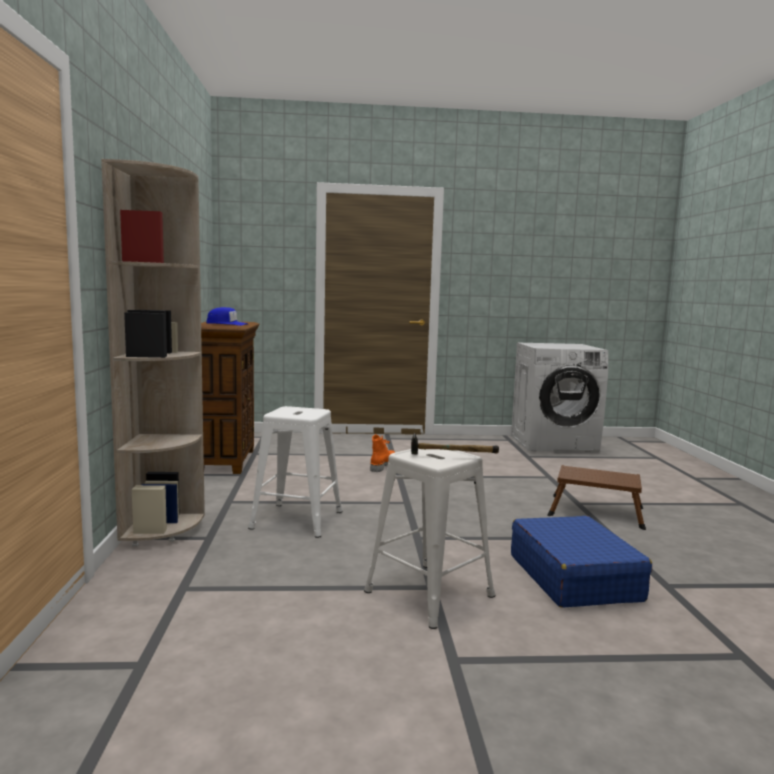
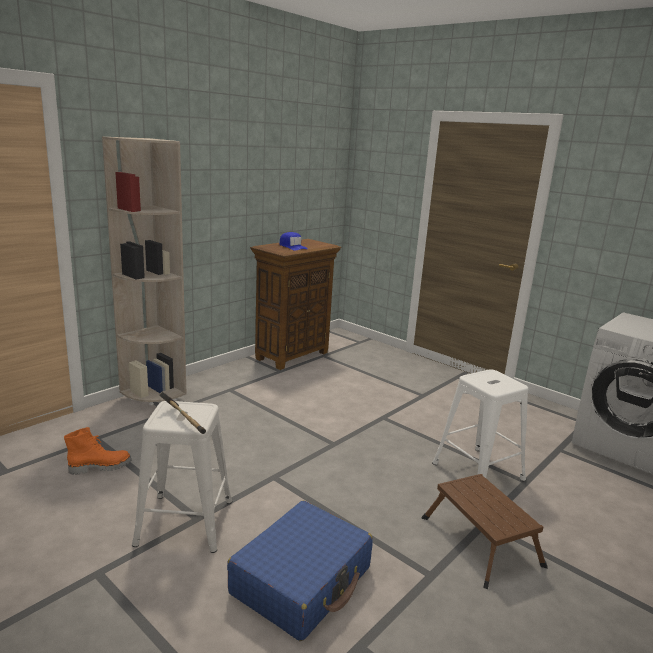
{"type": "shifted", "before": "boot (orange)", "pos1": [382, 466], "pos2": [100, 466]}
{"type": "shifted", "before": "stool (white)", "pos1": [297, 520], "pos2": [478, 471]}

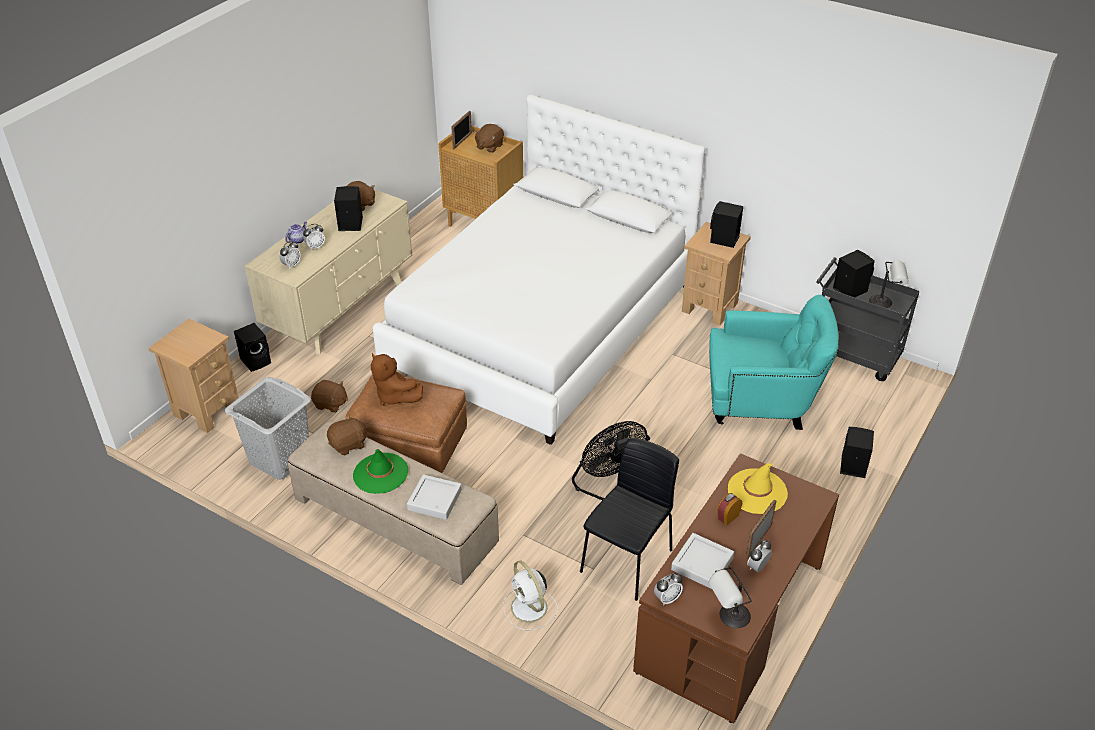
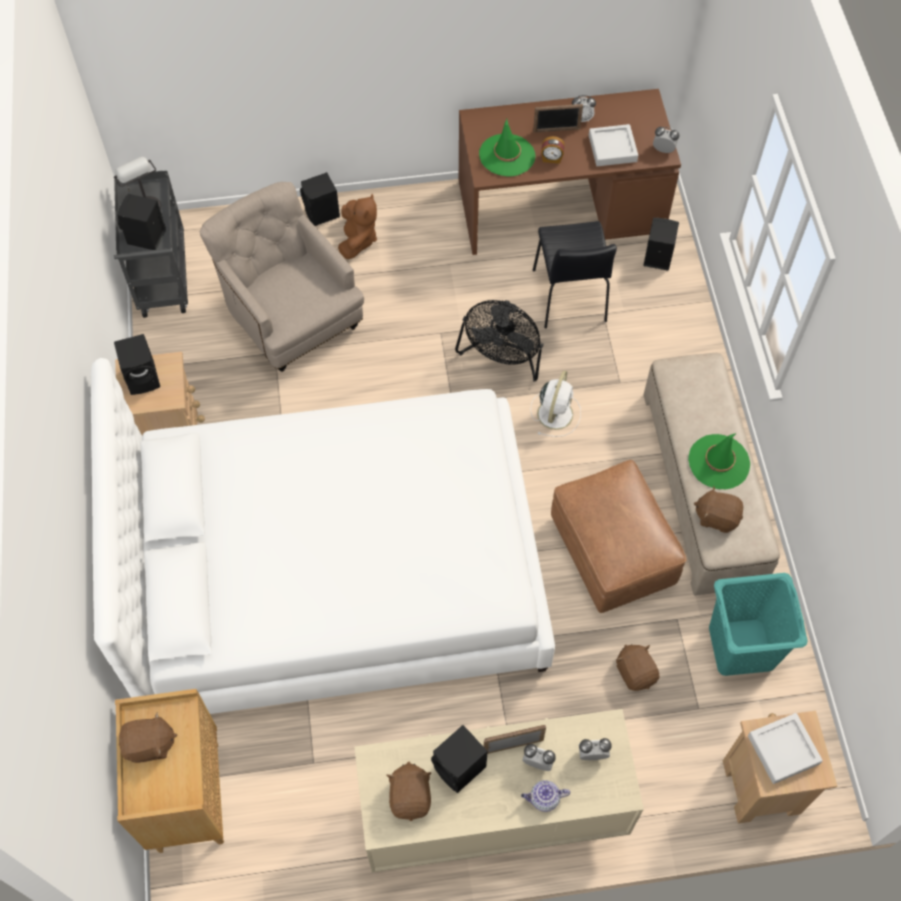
{"type": "repainted", "before": "armchair (turquoise)", "after": "armchair (beige)", "pos1": [762, 400], "pos2": [290, 315]}
{"type": "shifted", "before": "plush toy (brown)", "pos1": [395, 396], "pos2": [357, 240]}
{"type": "repainted", "before": "hat (yellow)", "after": "hat (green)", "pos1": [757, 492], "pos2": [507, 155]}
{"type": "shifted", "before": "picture frame", "pos1": [462, 141], "pos2": [513, 746]}
{"type": "shifted", "before": "fan (white)", "pos1": [530, 609], "pos2": [555, 412]}
{"type": "rotated", "before": "chair (black)", "pos1": [628, 558], "pos2": [570, 298], "turn": -90}
{"type": "shifted", "before": "speaker (black)", "pos1": [257, 361], "pos2": [656, 256]}
{"type": "repainted", "before": "laundry basket (grey)", "after": "laundry basket (turquoise)", "pos1": [279, 459], "pos2": [741, 647]}
{"type": "shifted", "before": "tray (grey)", "pos1": [434, 500], "pos2": [783, 750]}
{"type": "gone", "before": "table lamp", "pos1": [729, 618]}

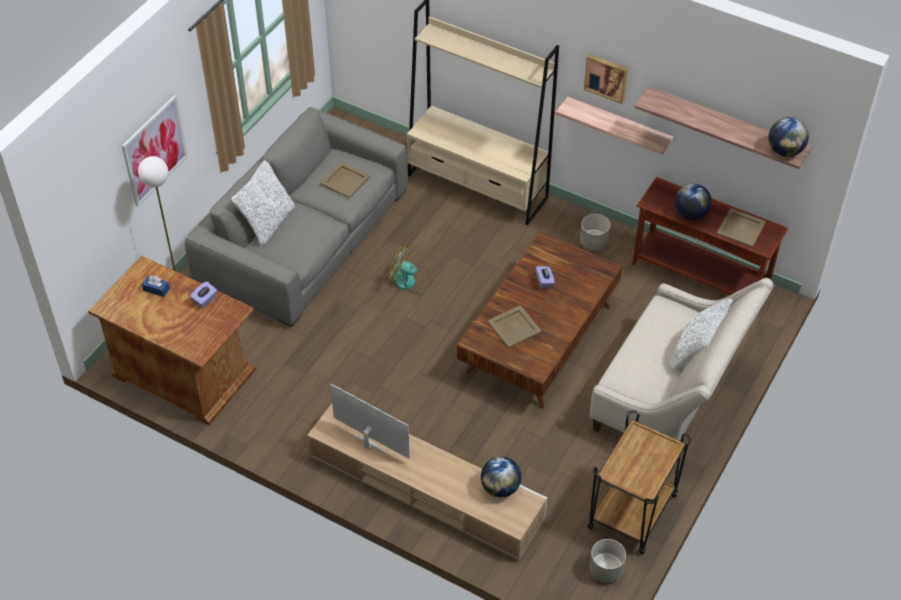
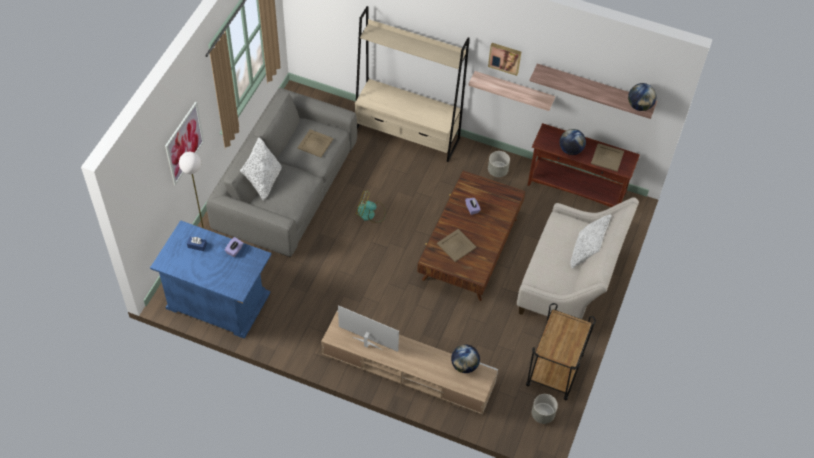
{"type": "repainted", "before": "cabinet (brown)", "after": "cabinet (blue)", "pos1": [184, 372], "pos2": [218, 300]}

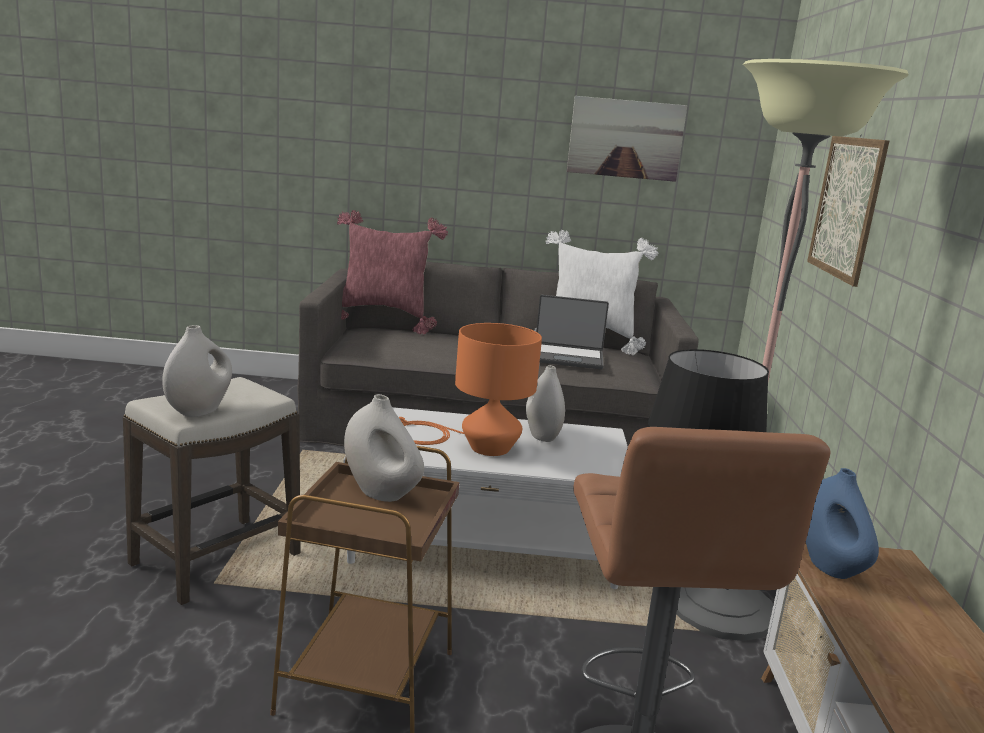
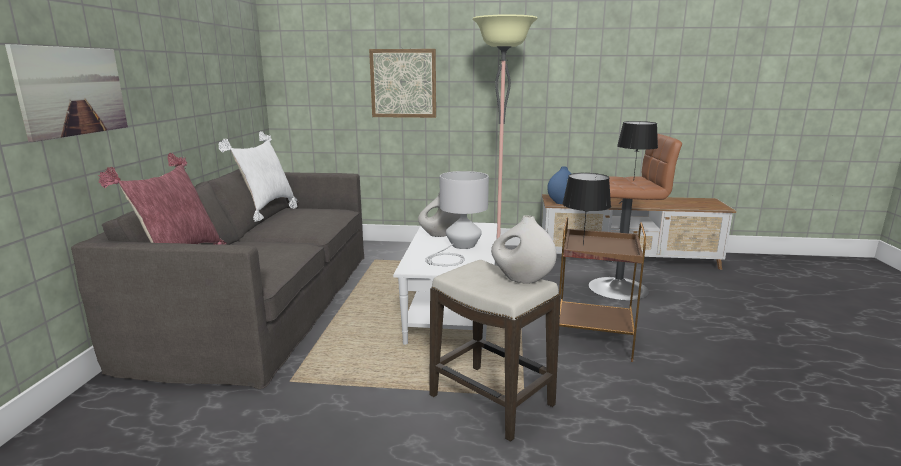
{"type": "shifted", "before": "picture", "pos1": [625, 139], "pos2": [72, 91]}
{"type": "repainted", "before": "table lamp (orange)", "after": "table lamp (white)", "pos1": [463, 442], "pos2": [456, 250]}
{"type": "swapped", "before": "vase (white)", "after": "table lamp (black)", "pos1": [381, 493], "pos2": [582, 245]}
{"type": "gone", "before": "laptop", "pos1": [567, 357]}

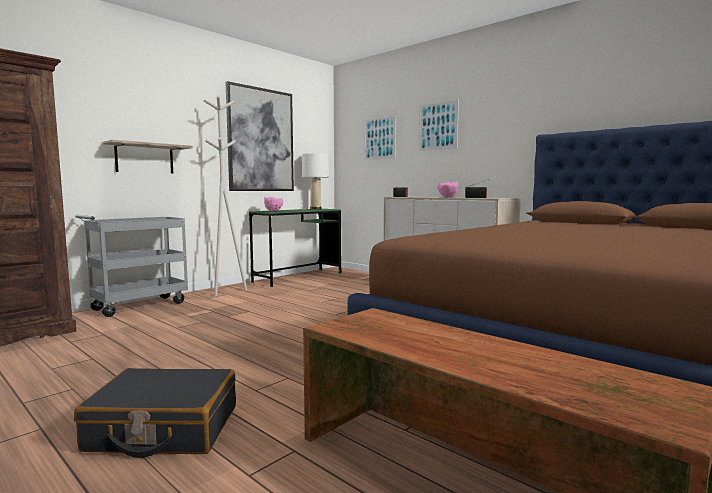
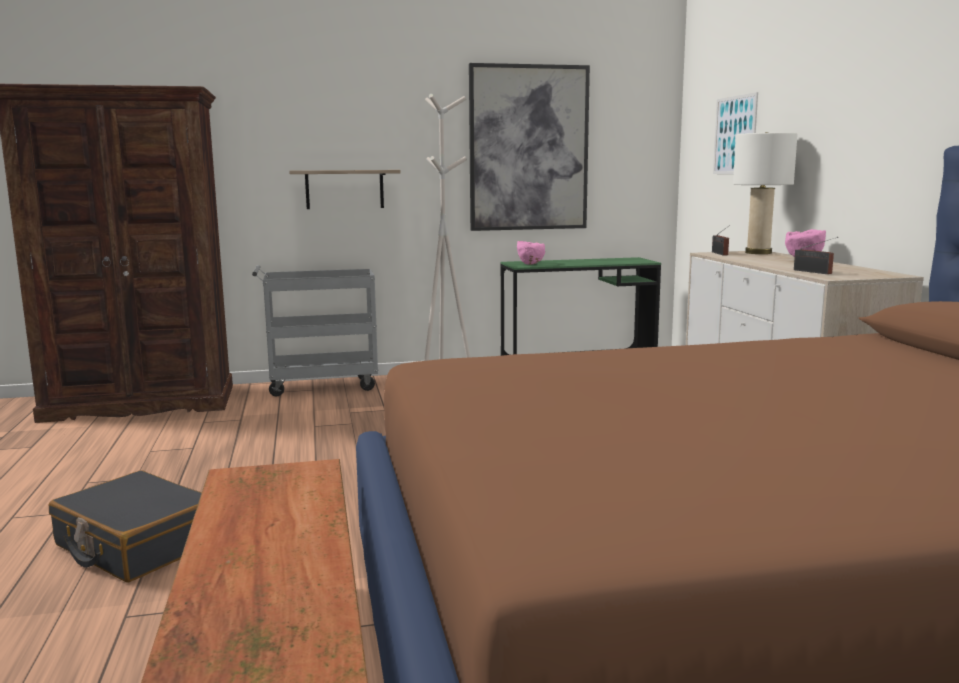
{"type": "shifted", "before": "table lamp (white)", "pos1": [315, 209], "pos2": [758, 253]}
{"type": "gone", "before": "picture", "pos1": [438, 126]}

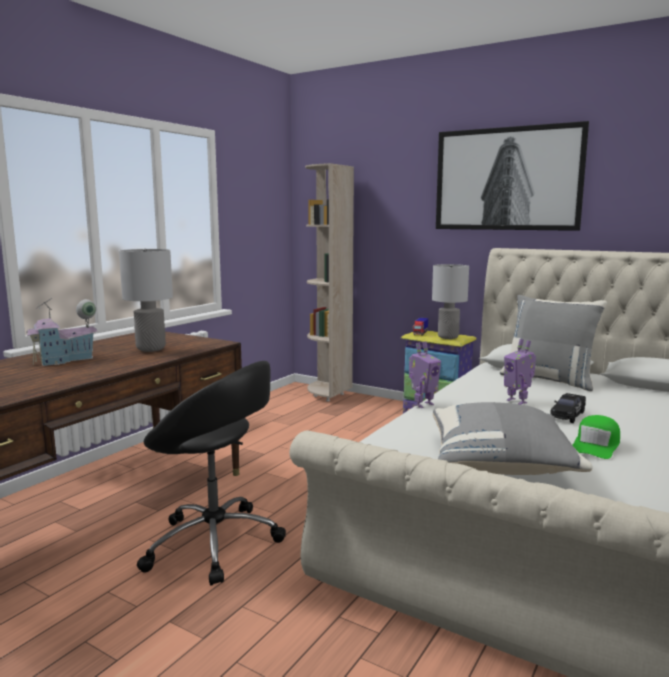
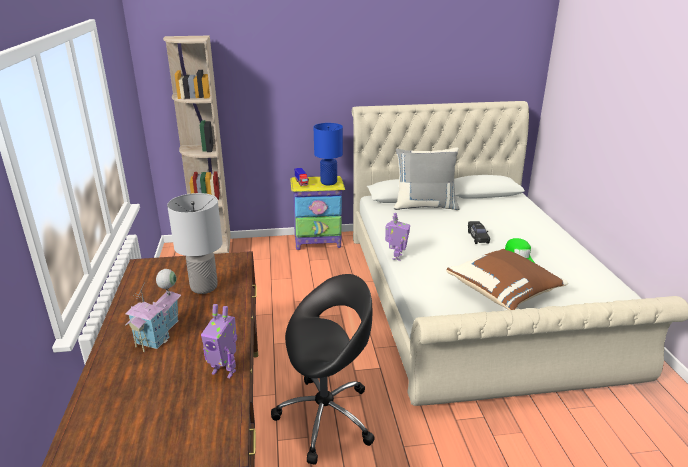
{"type": "shifted", "before": "toy robot", "pos1": [517, 401], "pos2": [224, 371]}
{"type": "repainted", "before": "table lamp (grey)", "after": "table lamp (blue)", "pos1": [448, 338], "pos2": [328, 183]}
{"type": "repainted", "before": "pillow (grey)", "after": "pillow (brown)", "pos1": [501, 466], "pos2": [504, 292]}
{"type": "gone", "before": "picture", "pos1": [507, 179]}

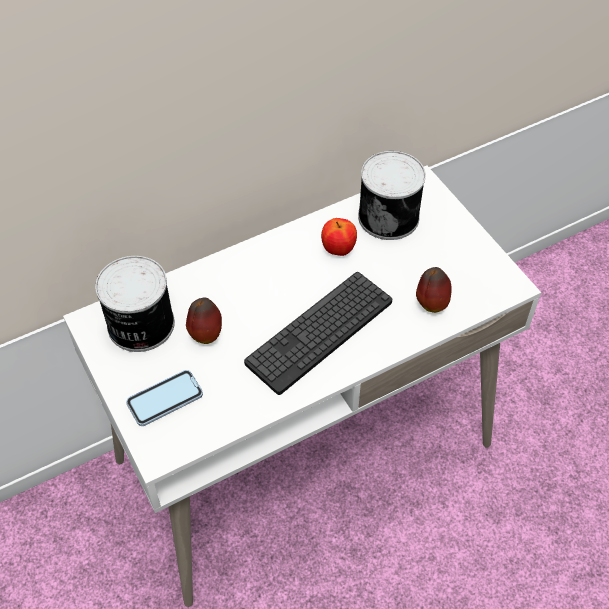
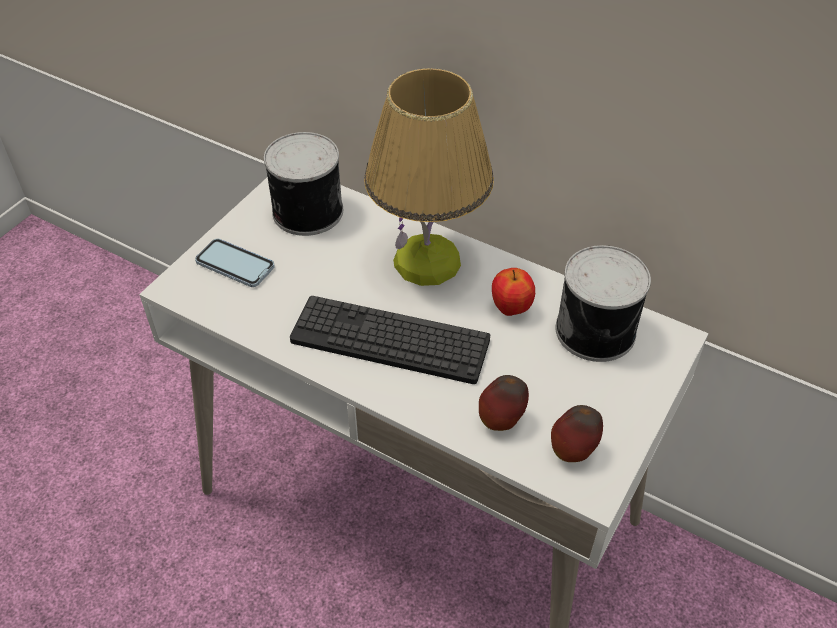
{"type": "new", "after": "table lamp", "pos2": [428, 261]}
{"type": "shifted", "before": "apple", "pos1": [205, 334], "pos2": [573, 451]}

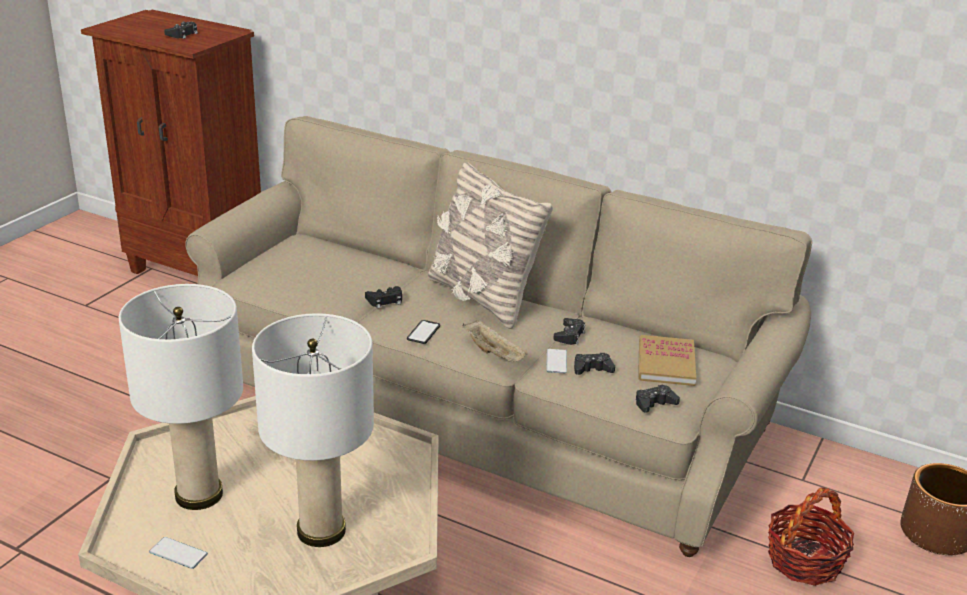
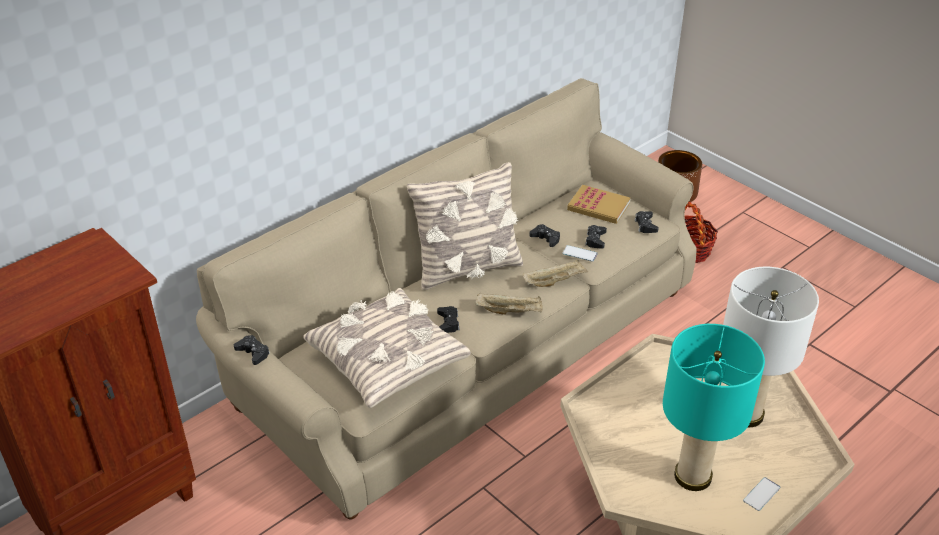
{"type": "shifted", "before": "game controller (black)", "pos1": [182, 34], "pos2": [253, 353]}
{"type": "new", "after": "pillow (beige)", "pos2": [387, 364]}
{"type": "swapped", "before": "phone", "after": "tray (beige)", "pos1": [423, 332], "pos2": [510, 311]}
{"type": "repainted", "before": "table lamp (white)", "after": "table lamp (turquoise)", "pos1": [199, 494], "pos2": [692, 476]}

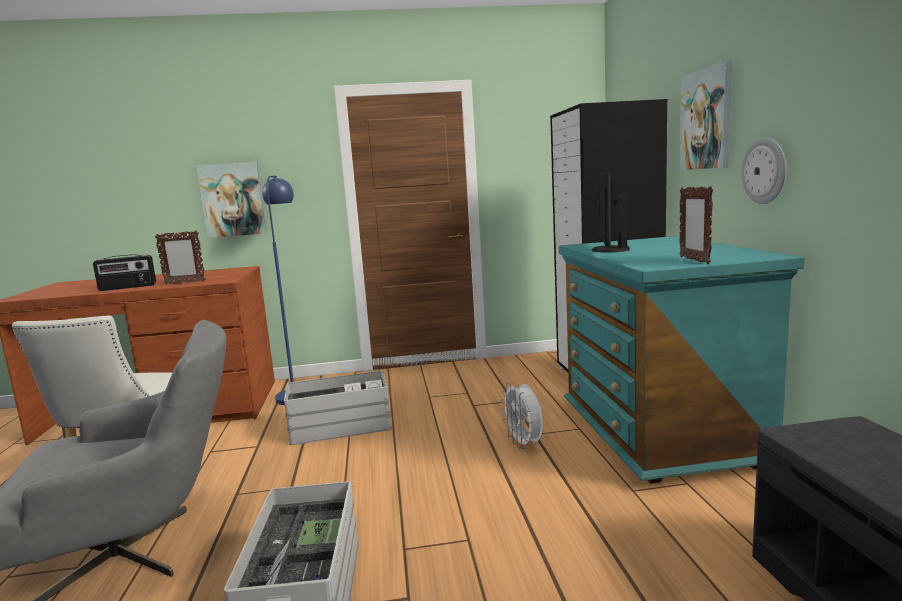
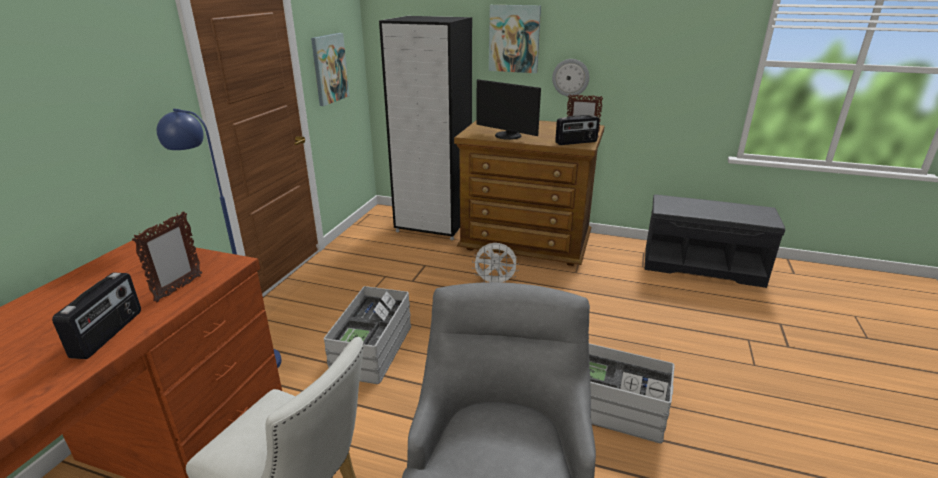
{"type": "shifted", "before": "picture", "pos1": [232, 200], "pos2": [329, 68]}
{"type": "repainted", "before": "dresser (turquoise)", "after": "dresser (brown)", "pos1": [660, 435], "pos2": [526, 243]}
{"type": "new", "after": "radio", "pos2": [576, 142]}

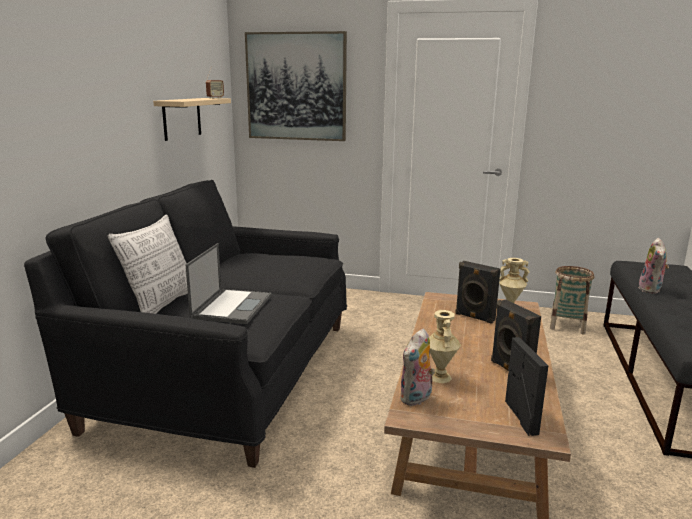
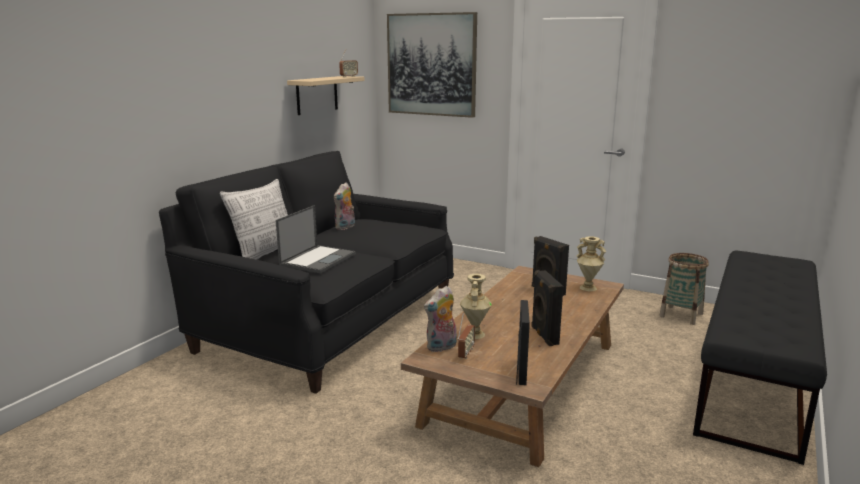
{"type": "shifted", "before": "plush toy", "pos1": [651, 290], "pos2": [345, 227]}
{"type": "new", "after": "radio", "pos2": [466, 353]}

